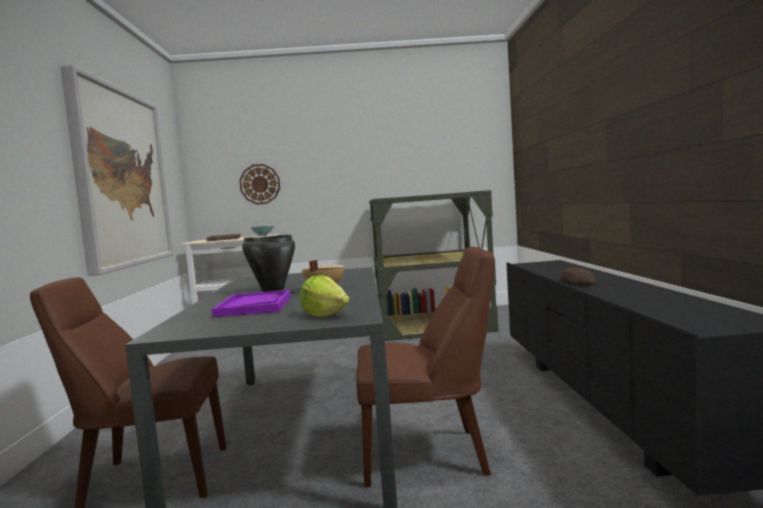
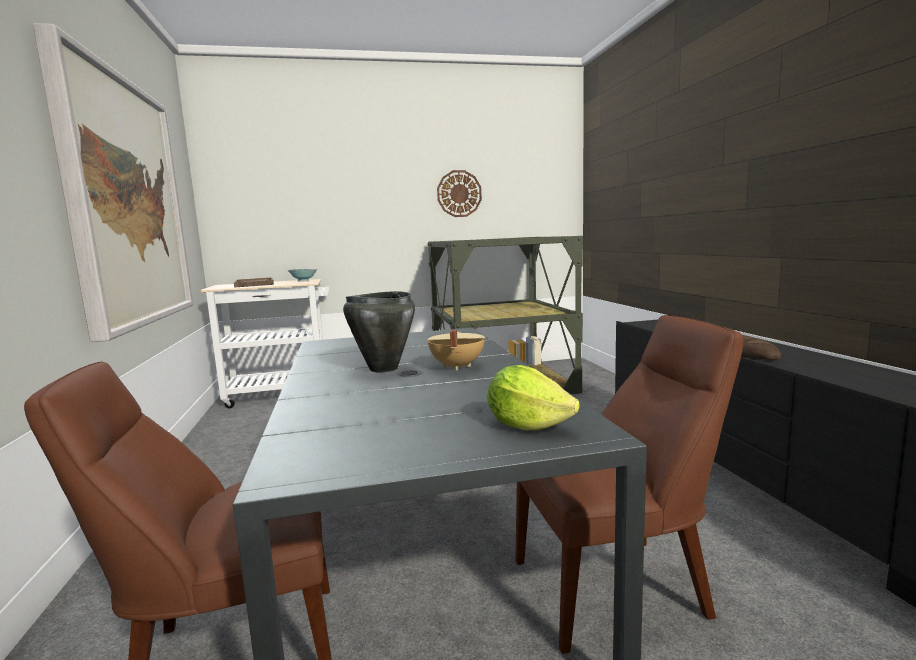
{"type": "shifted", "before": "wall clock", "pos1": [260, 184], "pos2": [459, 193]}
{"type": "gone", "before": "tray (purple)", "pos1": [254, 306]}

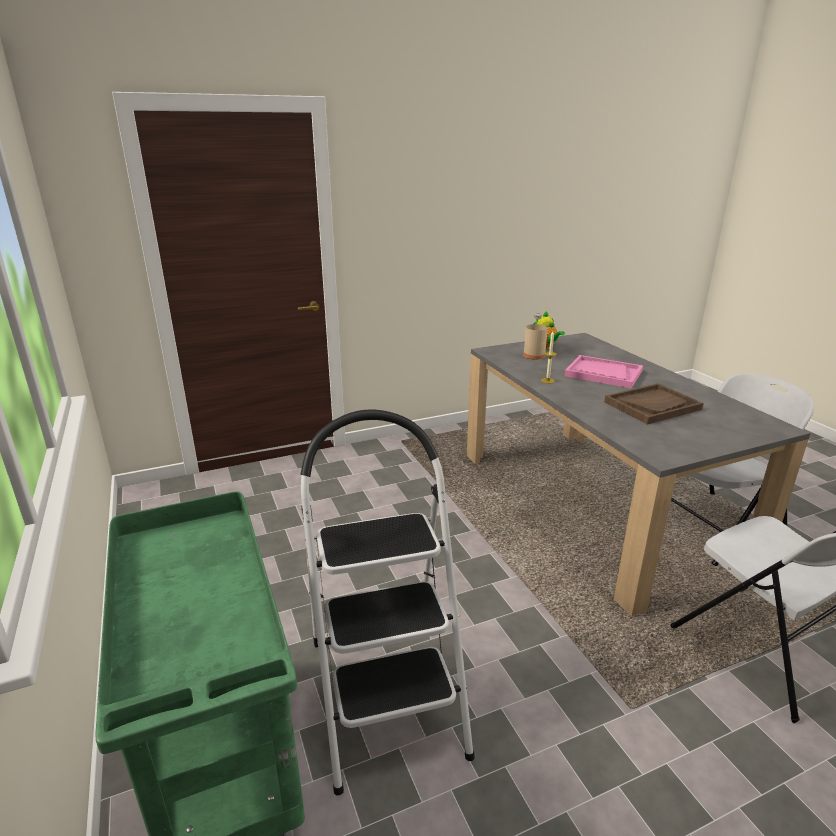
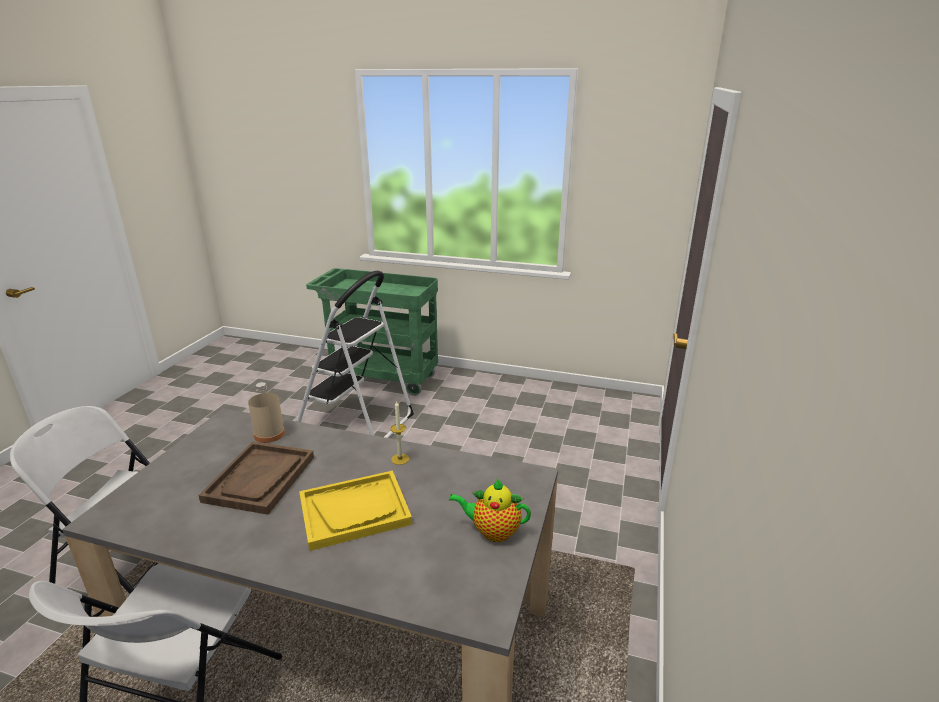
{"type": "shifted", "before": "bottle (beige)", "pos1": [534, 355], "pos2": [269, 434]}
{"type": "repainted", "before": "tray (pink)", "after": "tray (yellow)", "pos1": [603, 373], "pos2": [355, 511]}

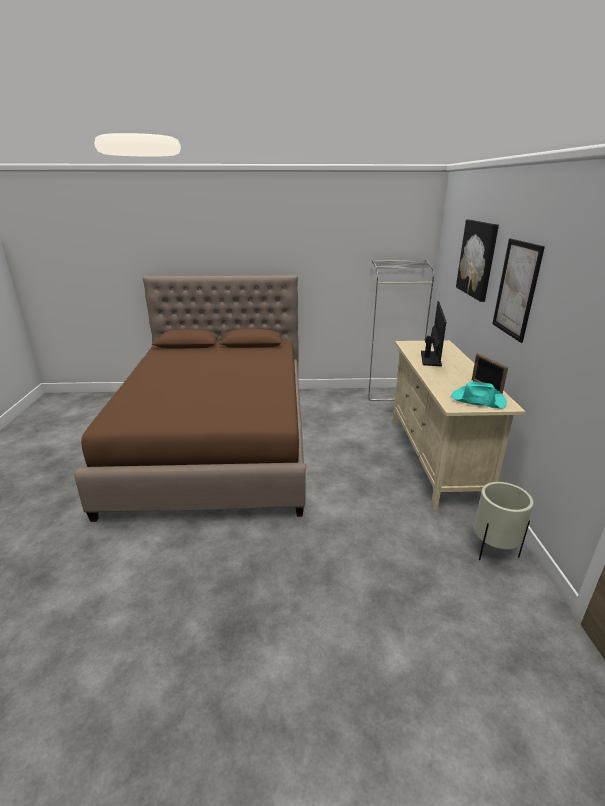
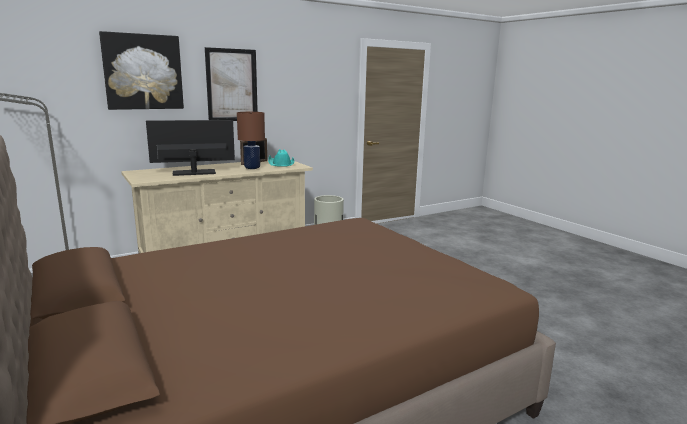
{"type": "new", "after": "table lamp (brown)", "pos2": [252, 168]}

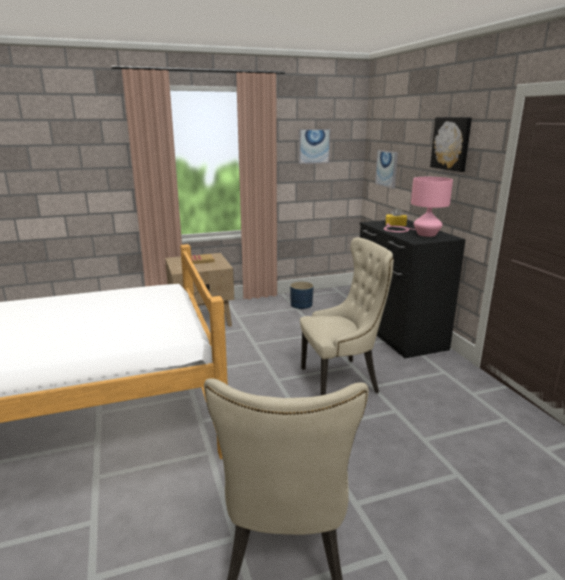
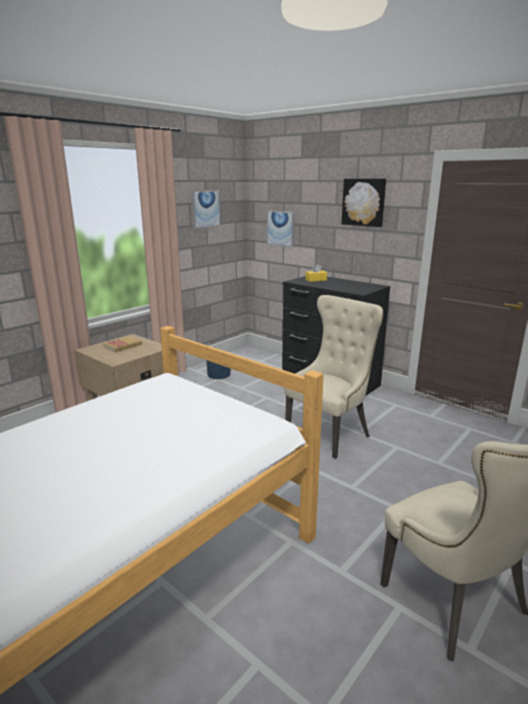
{"type": "gone", "before": "table lamp (pink)", "pos1": [414, 232]}

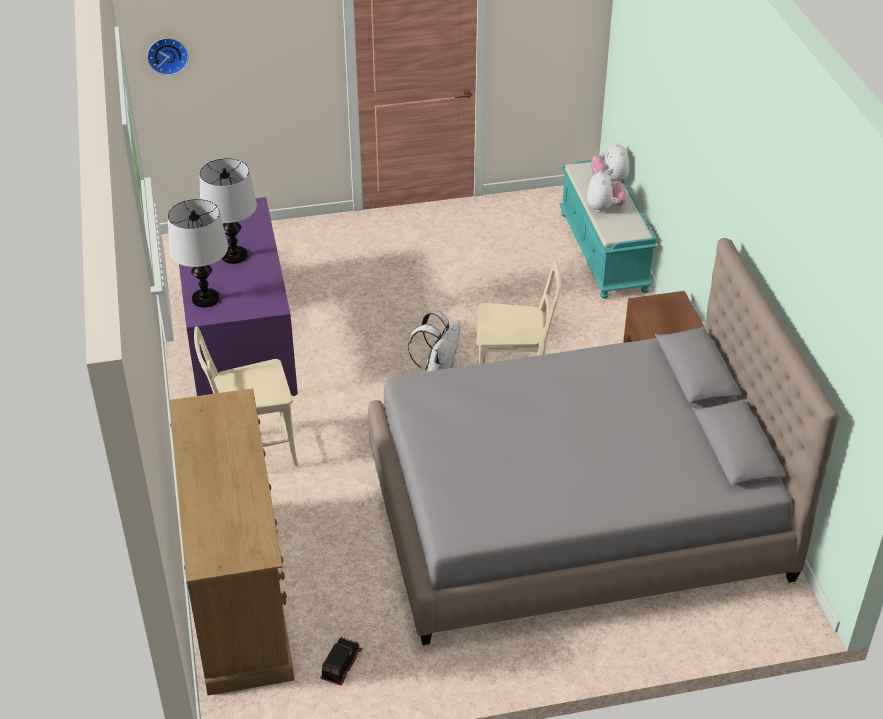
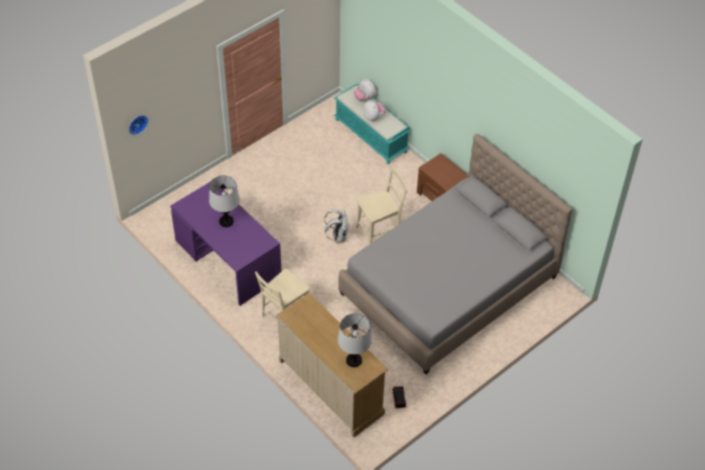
{"type": "shifted", "before": "table lamp", "pos1": [205, 298], "pos2": [353, 360]}

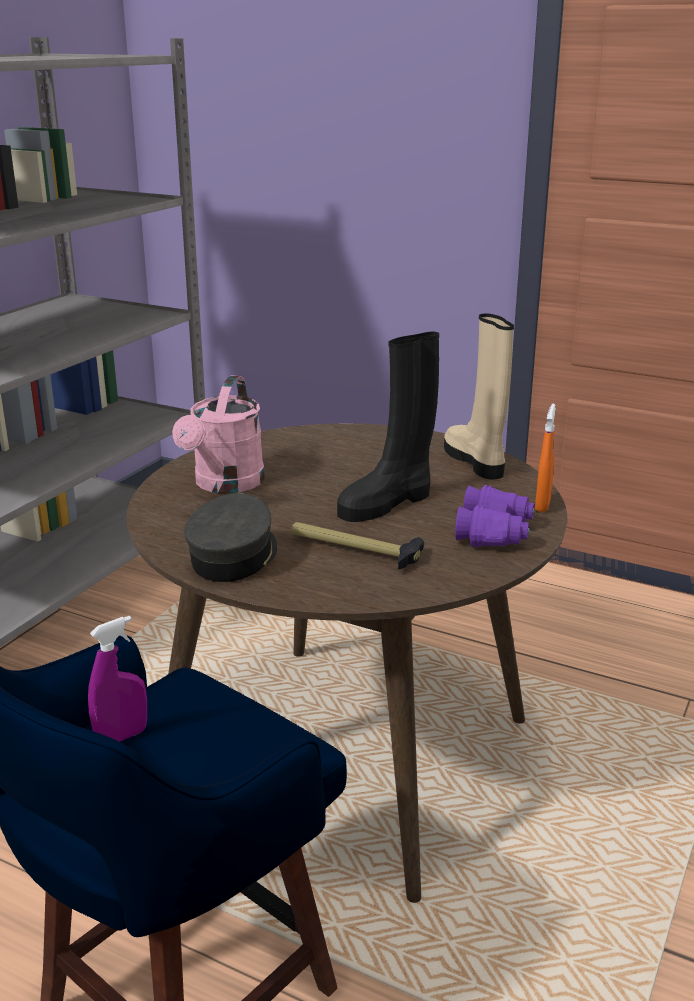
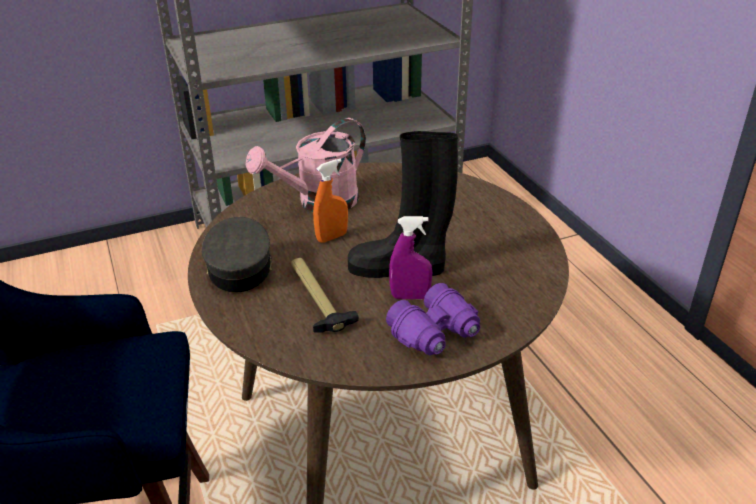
{"type": "rotated", "before": "cap (grey)", "pos1": [234, 557], "pos2": [240, 267], "turn": -60}
{"type": "shifted", "before": "spray bottle (orange)", "pos1": [542, 505], "pos2": [332, 237]}
{"type": "shifted", "before": "spray bottle (purple)", "pos1": [122, 737], "pos2": [410, 296]}
{"type": "gone", "before": "boot (beige)", "pos1": [476, 461]}

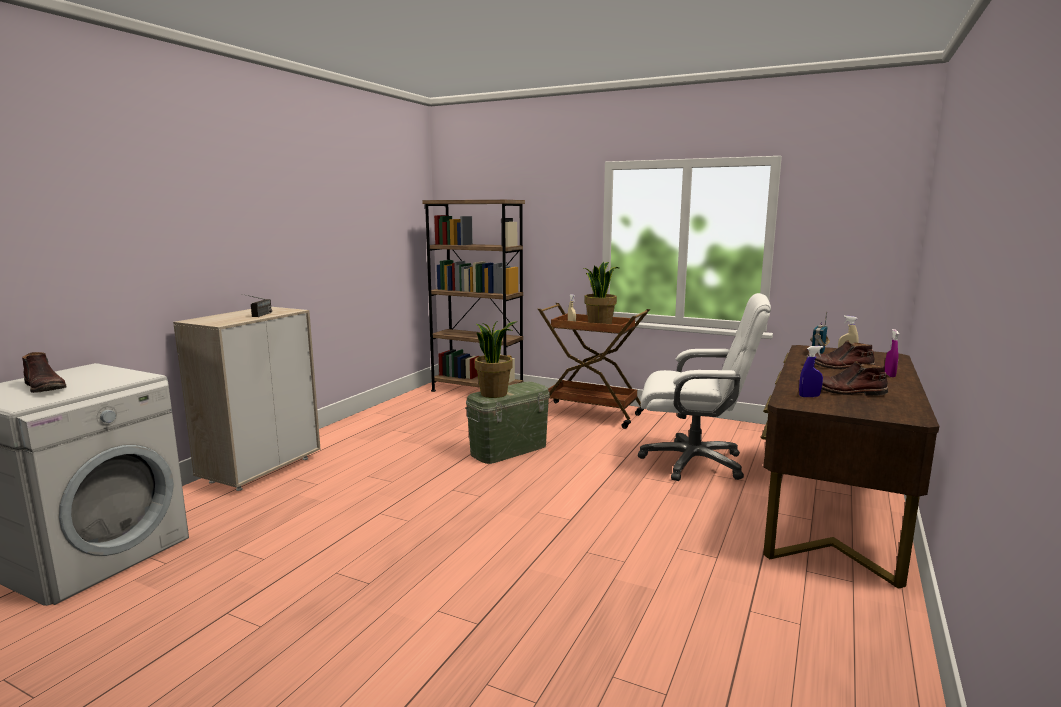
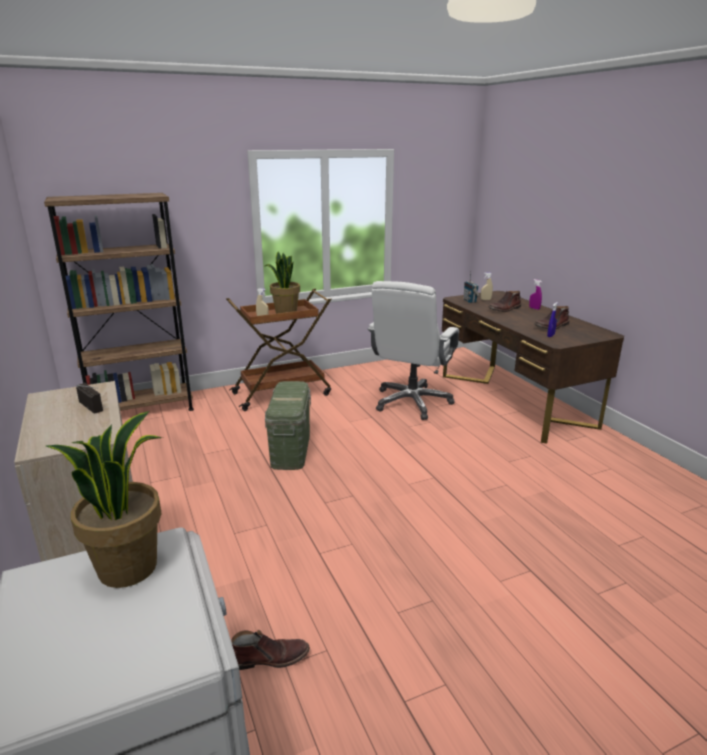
{"type": "shifted", "before": "potted plant", "pos1": [494, 394], "pos2": [128, 567]}
{"type": "shifted", "before": "boot (brown)", "pos1": [45, 387], "pos2": [269, 657]}
{"type": "rotated", "before": "office chair (white)", "pos1": [694, 462], "pos2": [412, 402], "turn": 150}

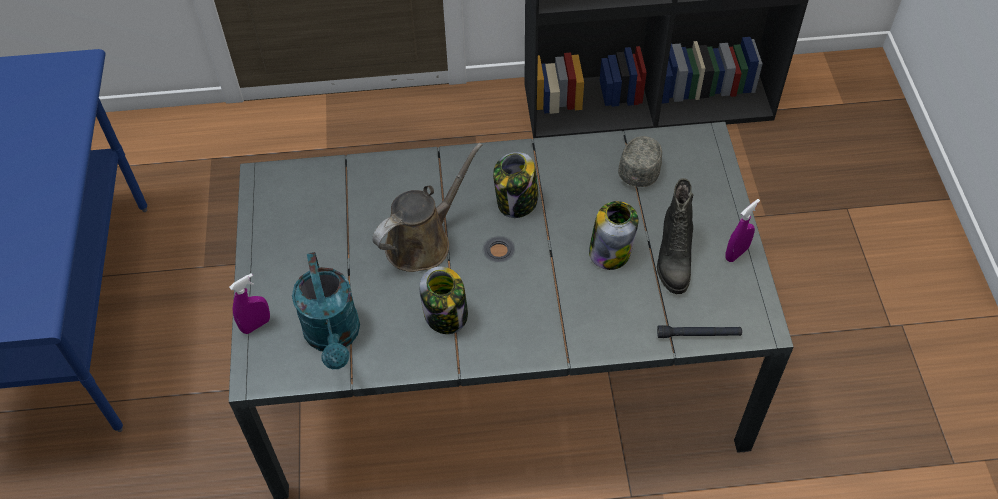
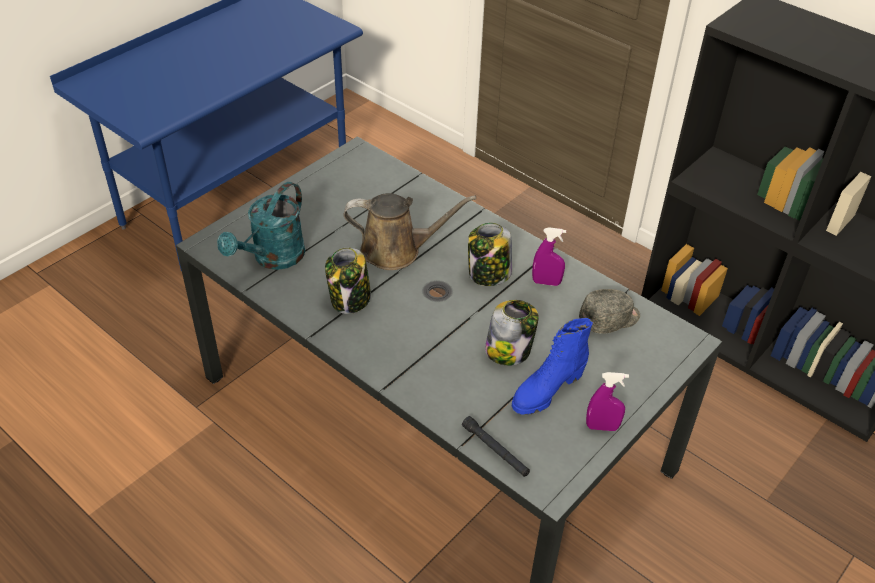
{"type": "repainted", "before": "boot (black)", "after": "boot (blue)", "pos1": [672, 259], "pos2": [546, 391]}
{"type": "shifted", "before": "spray bottle (purple)", "pos1": [256, 325], "pos2": [546, 282]}

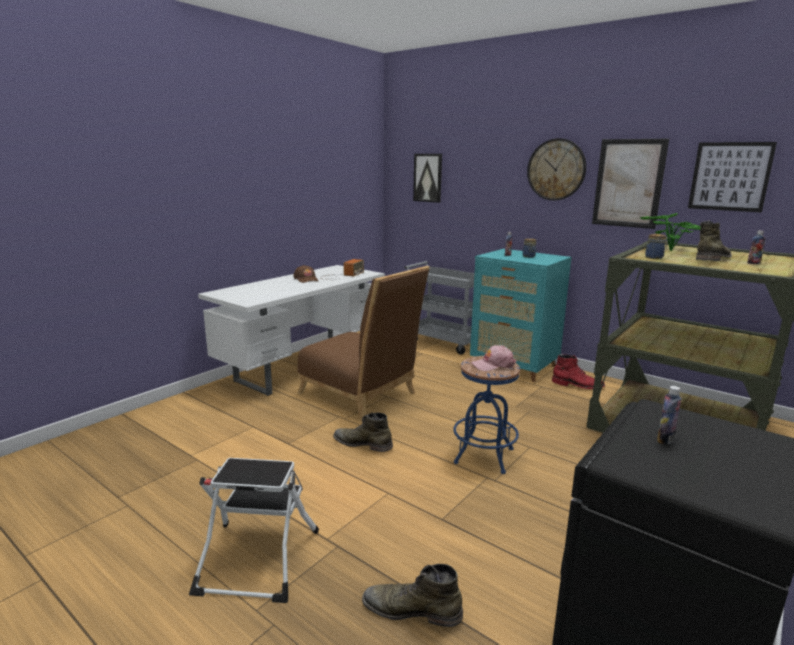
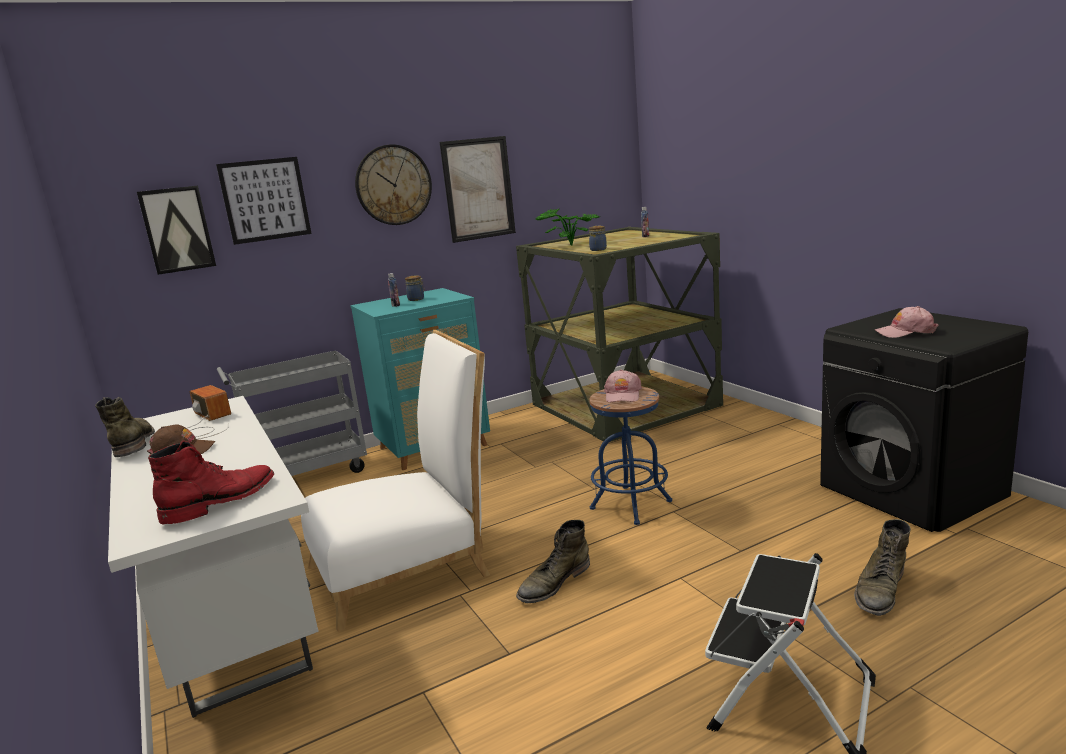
{"type": "shifted", "before": "boot (green)", "pos1": [713, 259], "pos2": [134, 443]}
{"type": "shifted", "before": "boot (red)", "pos1": [577, 385], "pos2": [221, 502]}
{"type": "shifted", "before": "picture", "pos1": [730, 176], "pos2": [265, 200]}
{"type": "repainted", "before": "chair (brown)", "after": "chair (white)", "pos1": [362, 395], "pos2": [409, 566]}
{"type": "swapped", "before": "bottle", "after": "cap (pink)", "pos1": [665, 440], "pos2": [905, 332]}

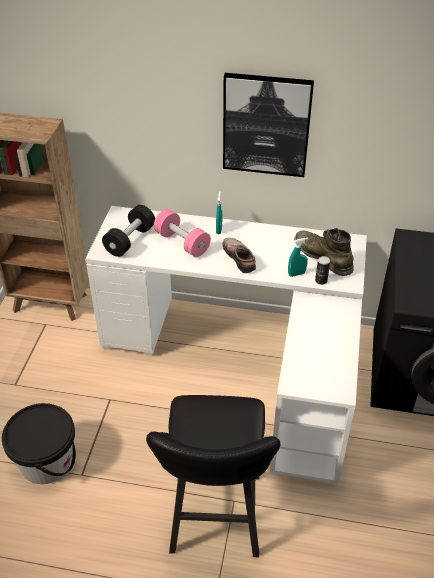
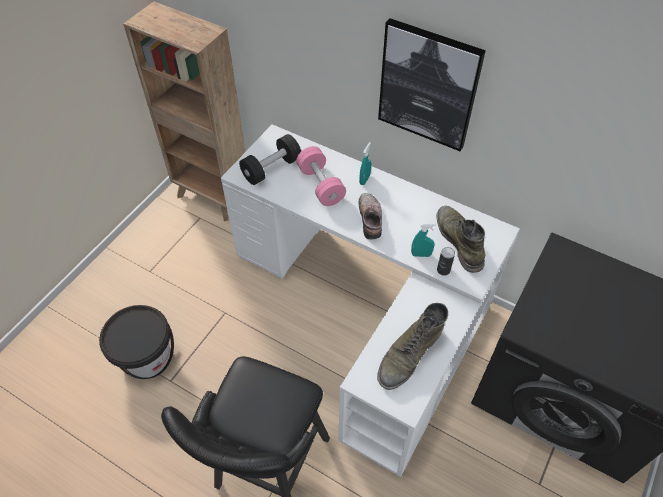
{"type": "new", "after": "boot (green)", "pos2": [409, 355]}

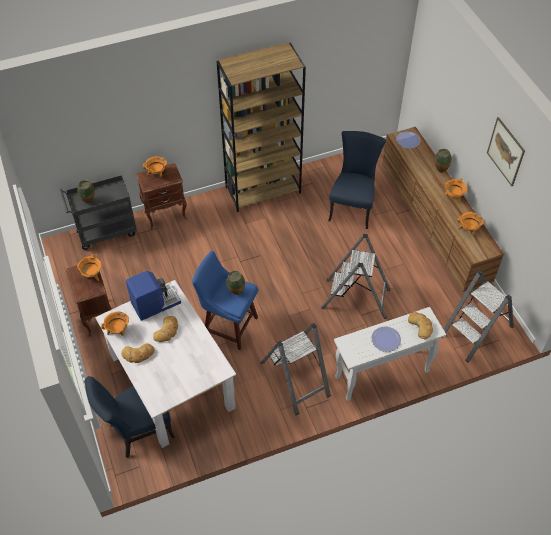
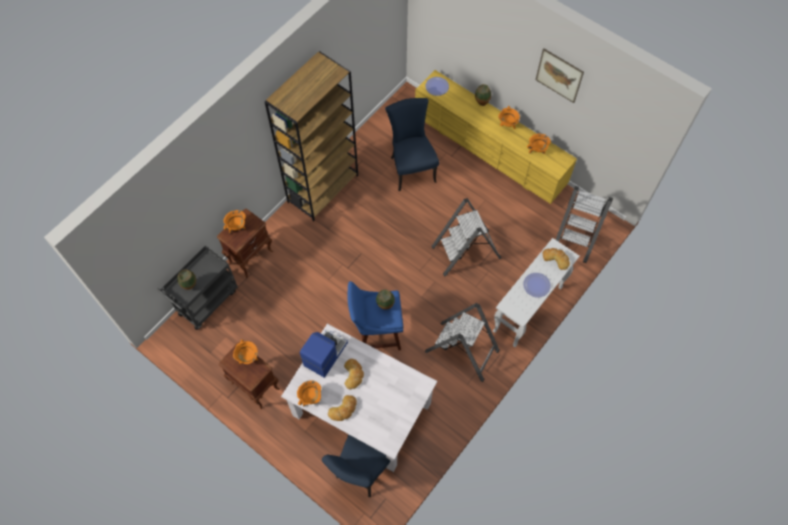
{"type": "repainted", "before": "cabinet (brown)", "after": "cabinet (yellow)", "pos1": [433, 227], "pos2": [488, 154]}

